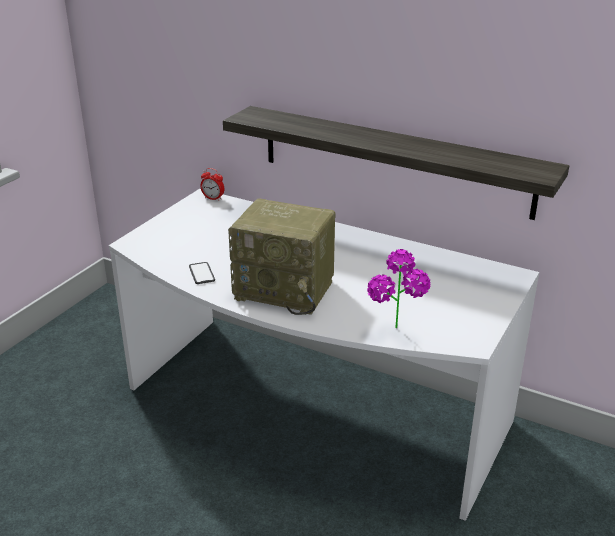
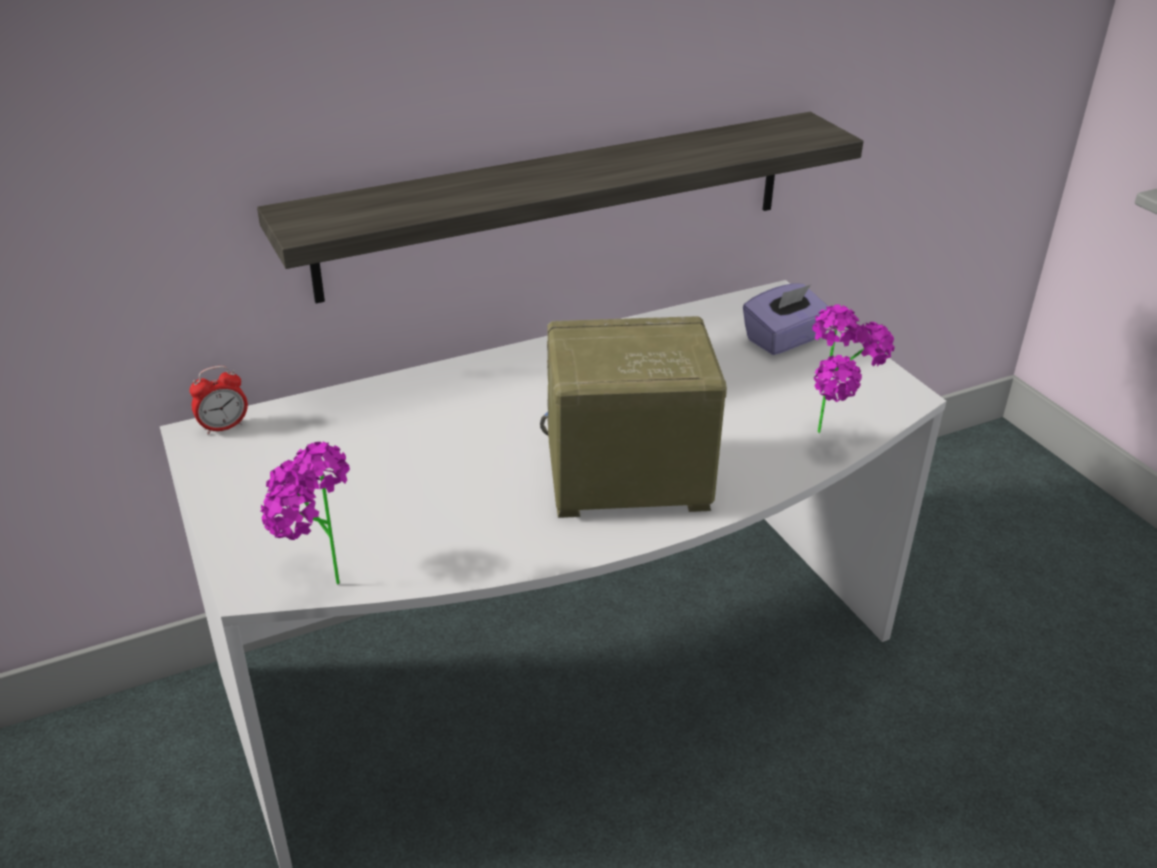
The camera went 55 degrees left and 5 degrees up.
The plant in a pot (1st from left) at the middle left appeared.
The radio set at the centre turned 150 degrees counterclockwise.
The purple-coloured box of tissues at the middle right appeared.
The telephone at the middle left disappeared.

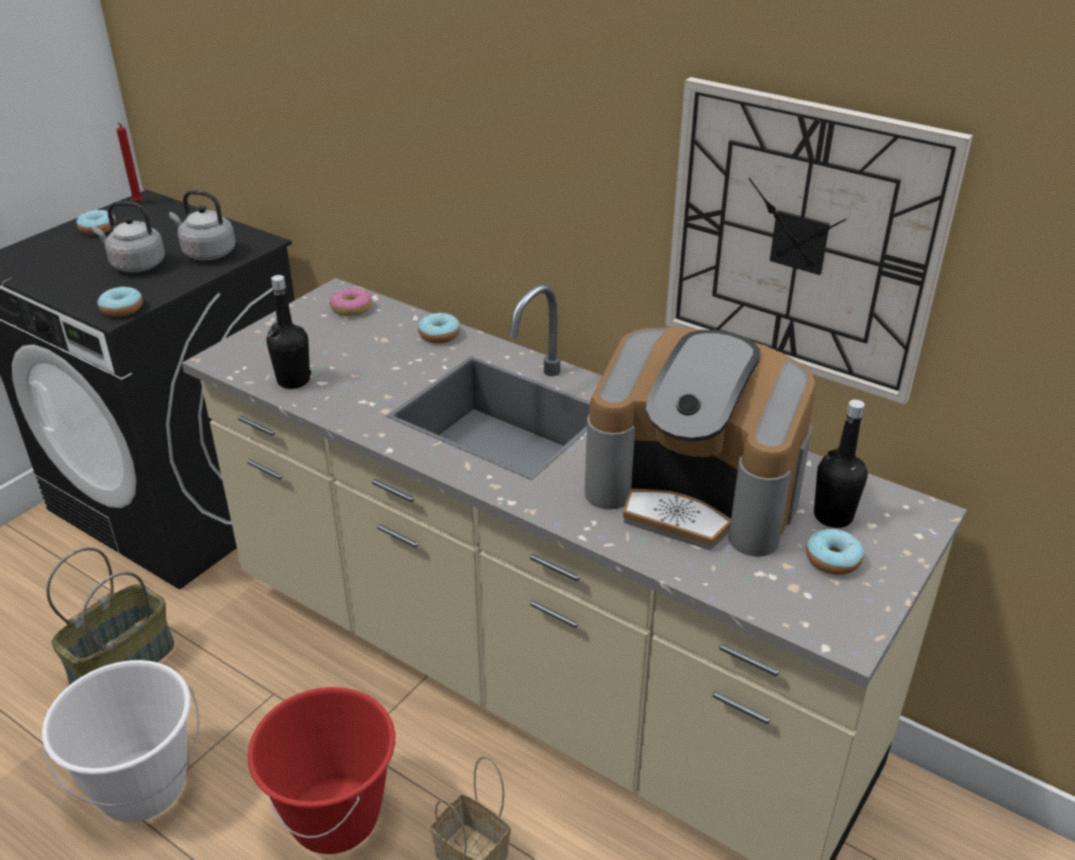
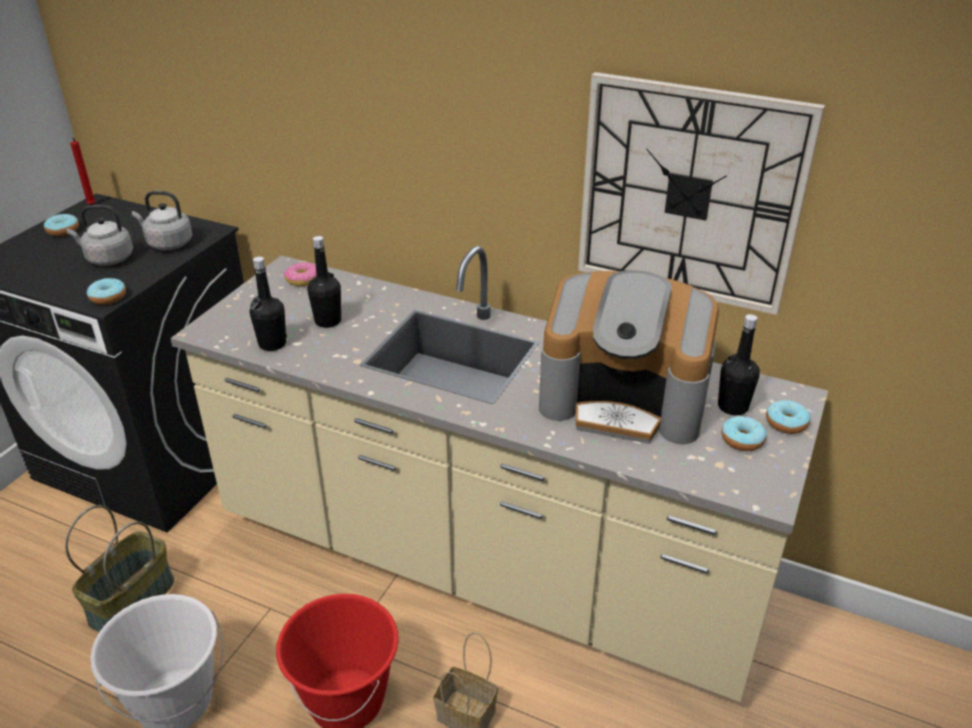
The camera went 10 degrees left and 0 degrees up.
The blackish drink bottle (2nd from left) at the centre appeared.
The doughnut (4th from left in the first image) moved from the centre to the middle right.

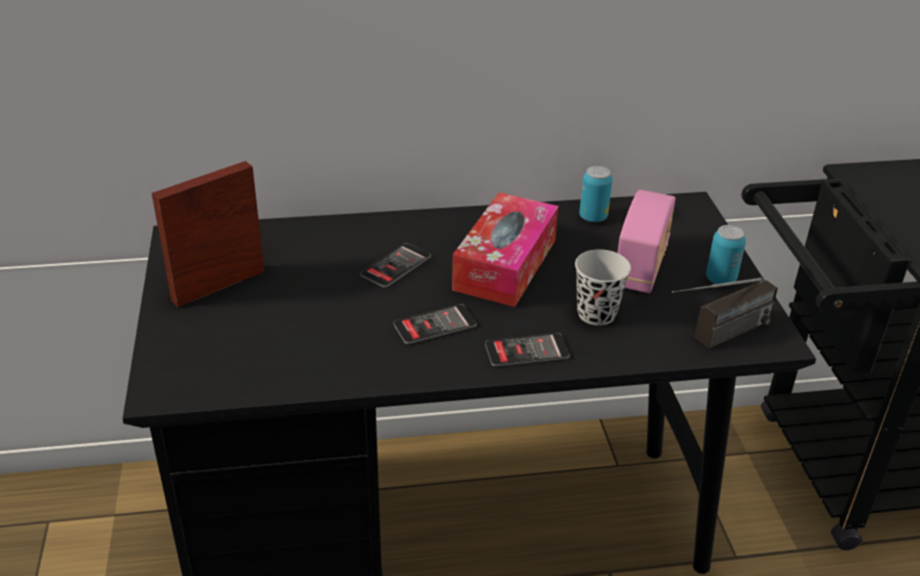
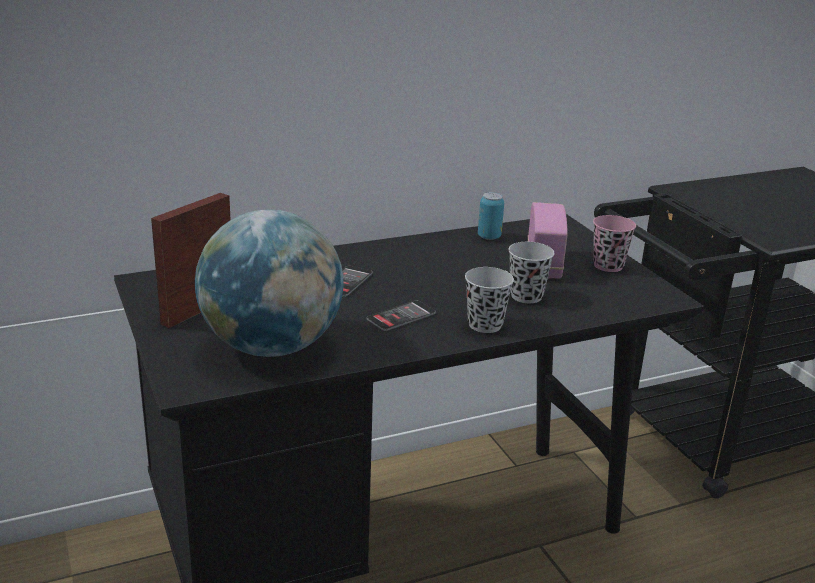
The camera went 15 degrees left and 10 degrees down.
The world globe at the middle left appeared.
The telephone (3rd from left) at the centre was replaced by the blackish small cup (1st from left) at the centre.
The metal can (2nd from left) at the middle right was replaced by the pinkish small cup at the middle right.
The box of tissues at the centre disappeared.
The radio set (2nd from left) at the middle right disappeared.

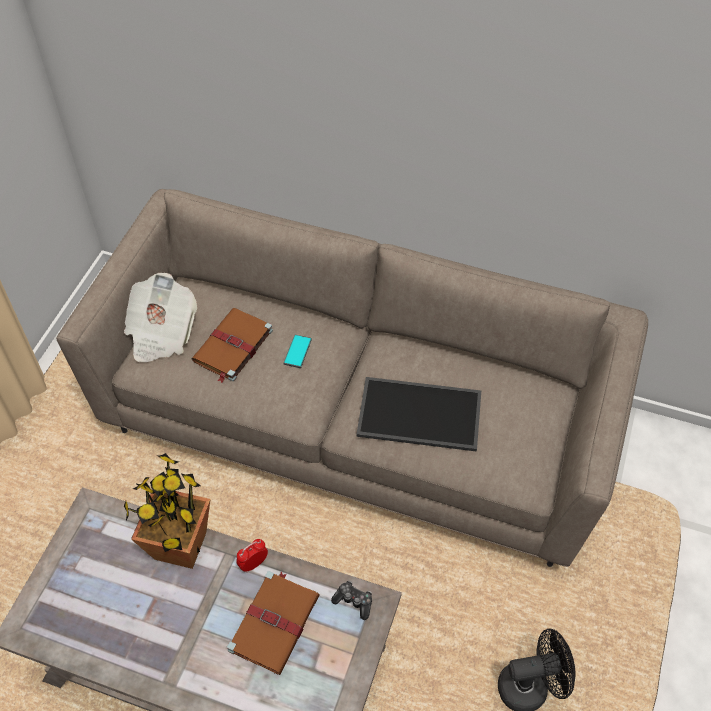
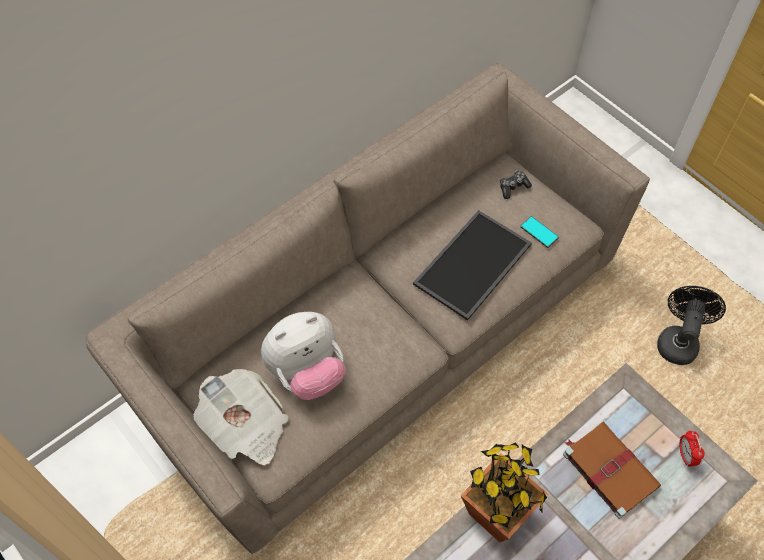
The camera went 60 degrees left and 5 degrees up.
The brown-coloured book (1st from left) at the middle left was replaced by the plush toy at the centre.
The game controller moved from the bottom centre to the top right.
The telephone moved from the centre to the middle right.
The table clock moved from the bottom centre to the bottom right.

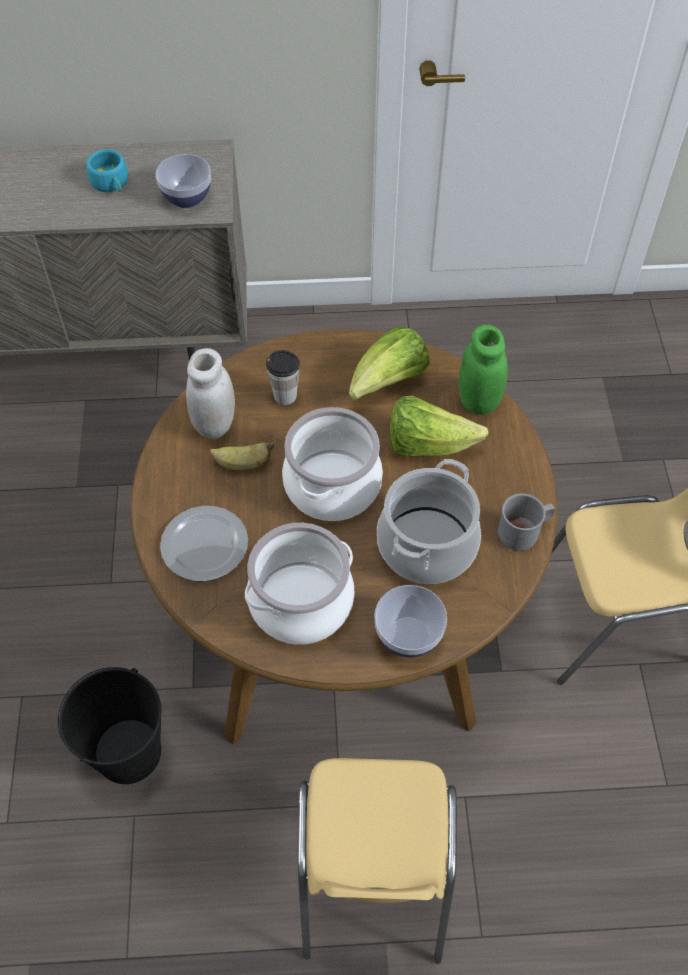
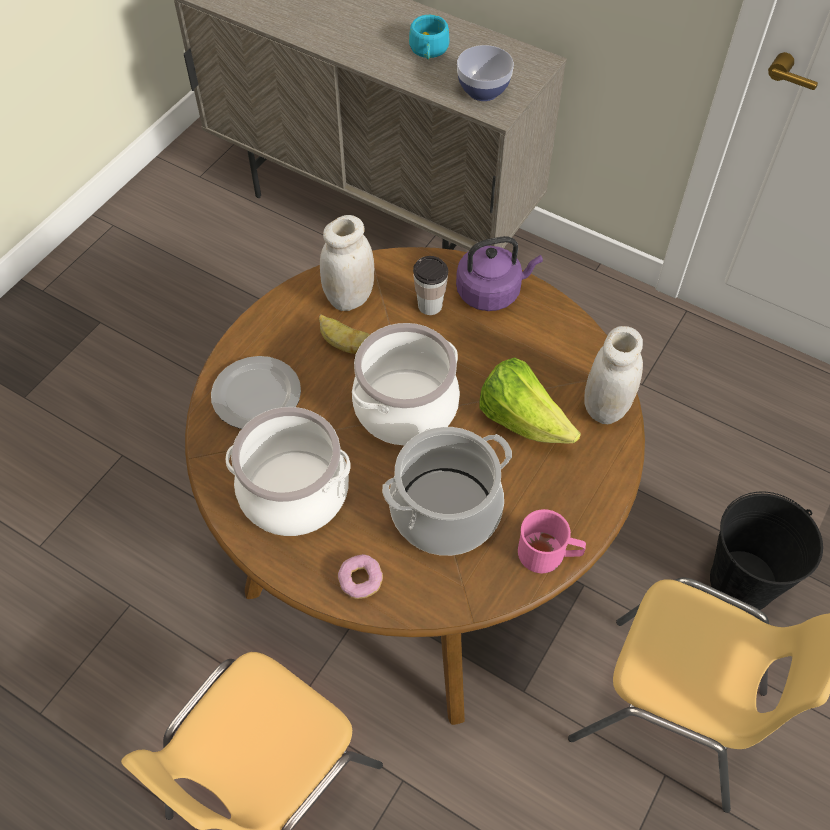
The camera went 35 degrees right and 0 degrees up.
The deep dish (2nd from left) at the centre was replaced by the doughnut at the bottom centre.
The purple-coloured water kettle at the top centre appeared.
The grey coffee mug at the middle right became the pinkish coffee mug at the centre.
The greenish storage jar at the middle right became the white storage jar (2nd from left) at the middle right.
The blackish water bucket moved from the bottom left to the middle right.
The lettuce (1st from left) at the centre disappeared.

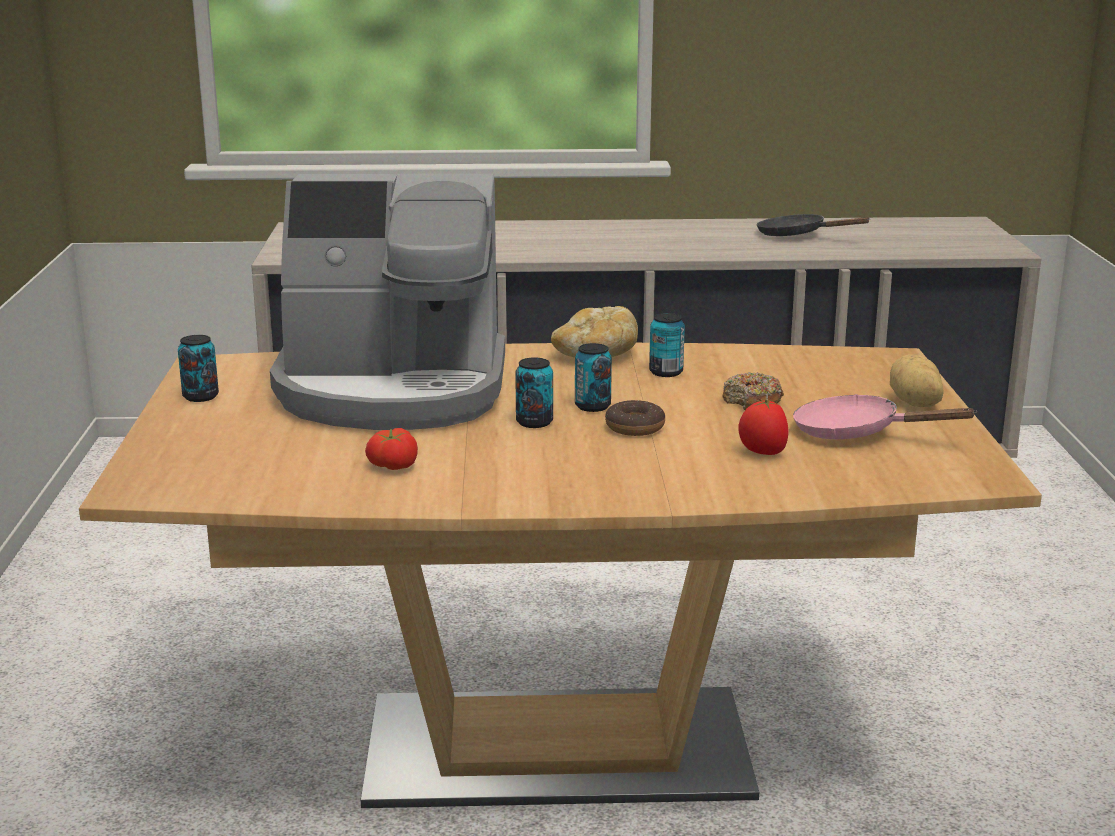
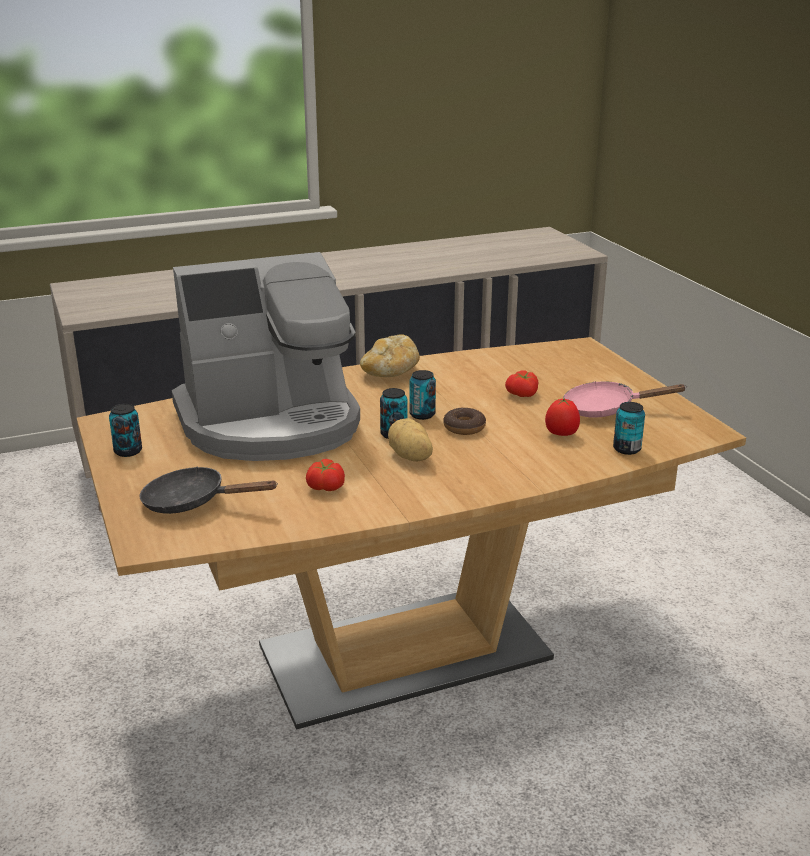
The camera went 20 degrees left and 5 degrees up.
The blackish skillet moved from the top right to the middle left.
The whole potato moved from the middle right to the centre.
The doughnut (2nd from left) at the middle right was replaced by the fresh tomato (2nd from left) at the centre.
The metal can (4th from left) moved from the centre to the middle right.

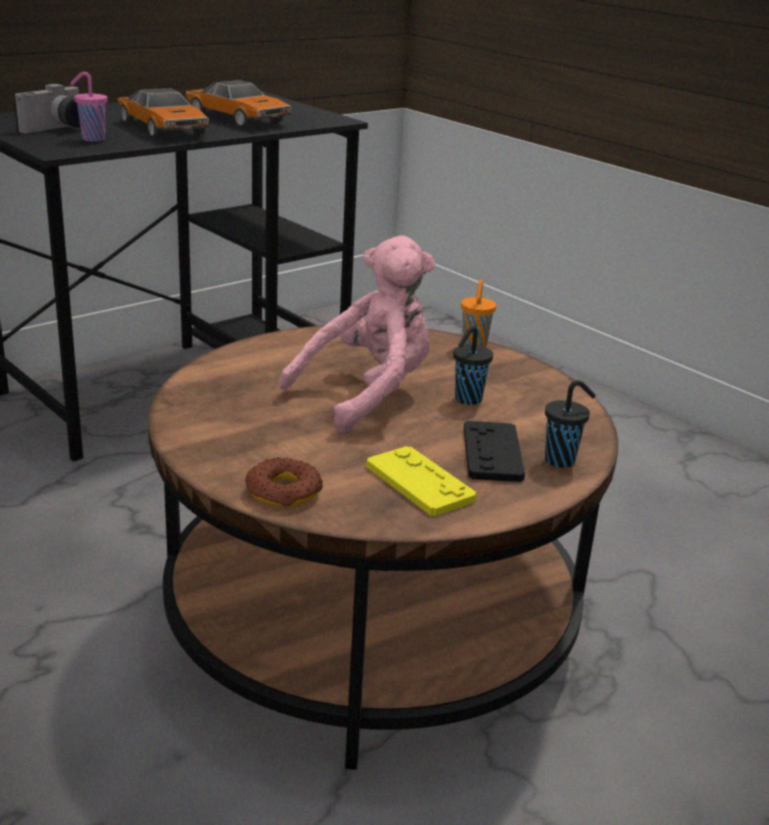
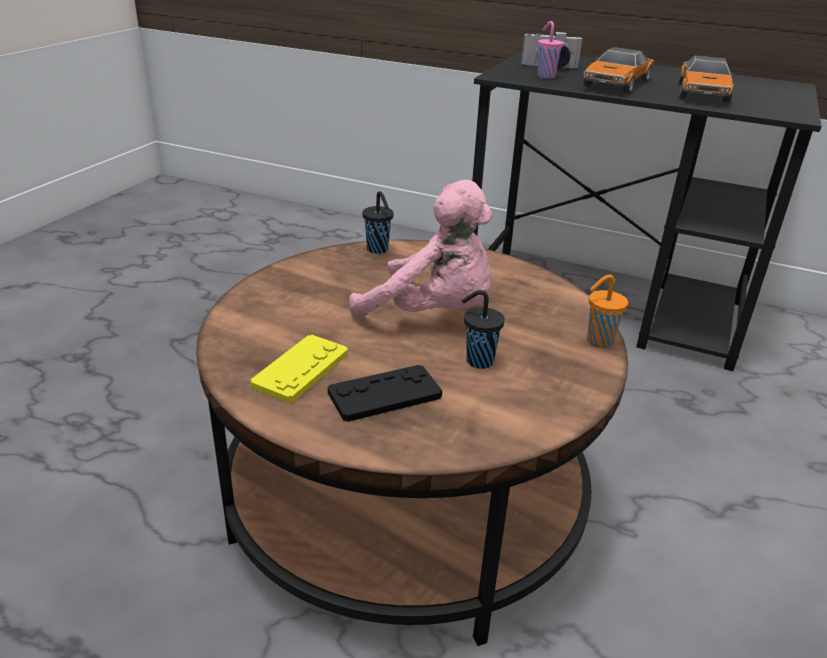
The camera went 65 degrees right and 5 degrees up.
The blackish small cup (2nd from left in the first image) moved from the middle right to the centre.
The doughnut at the centre disappeared.

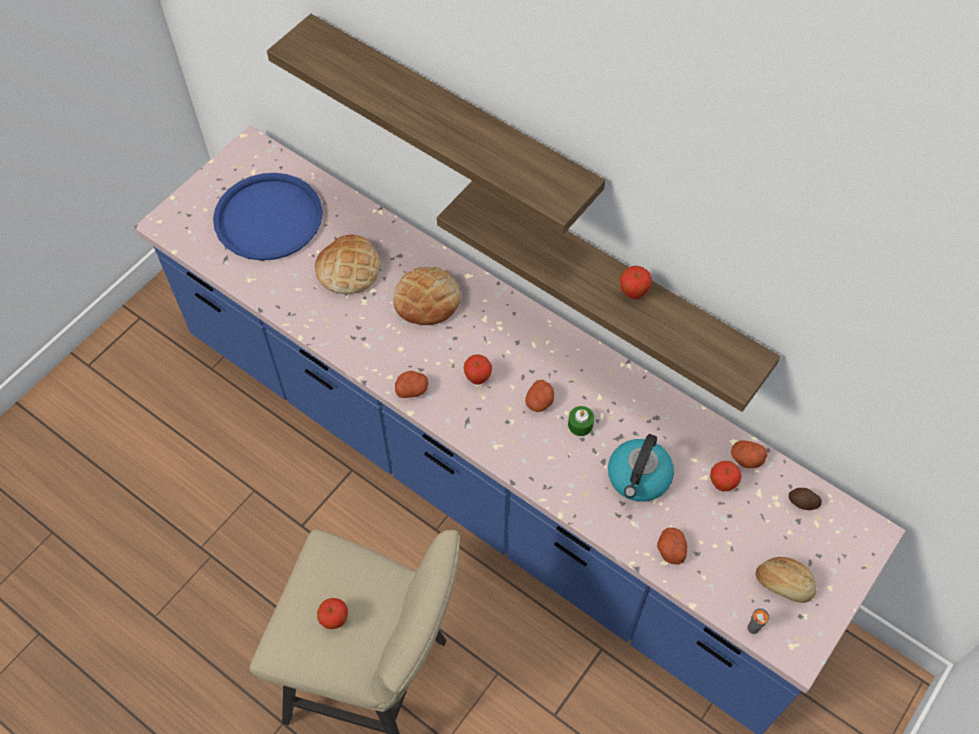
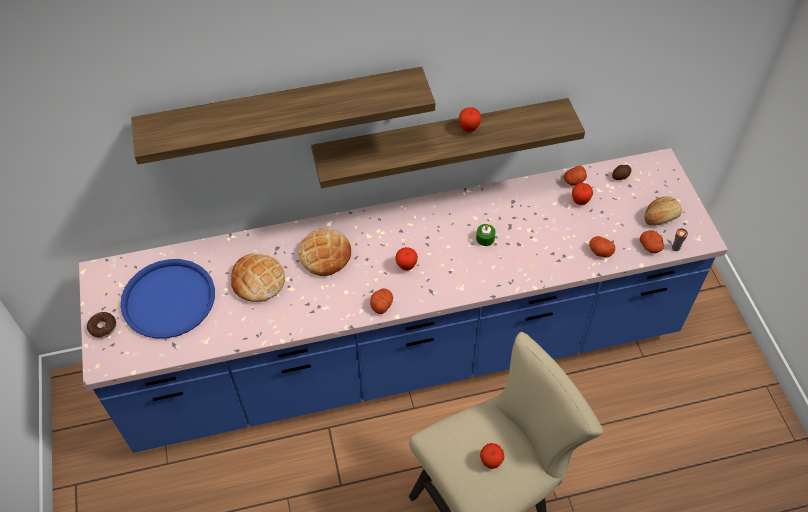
The camera went 50 degrees left and 5 degrees down.
The doughnut at the middle left appeared.
The whole potato (2nd from left in the first image) moved from the centre to the middle right.
The water kettle at the centre disappeared.

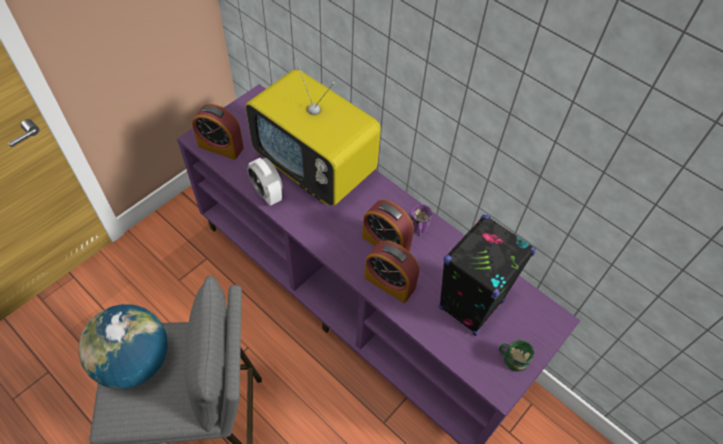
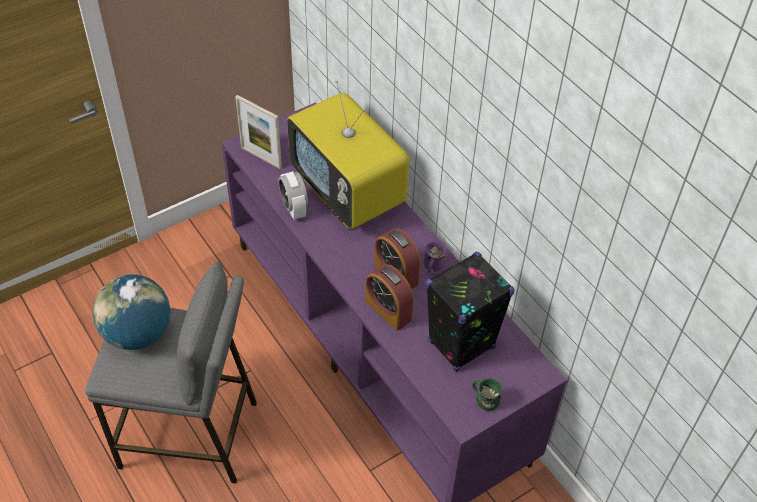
The camera went 15 degrees right and 5 degrees down.
The table clock (1st from left) at the top left was replaced by the picture frame at the top centre.

